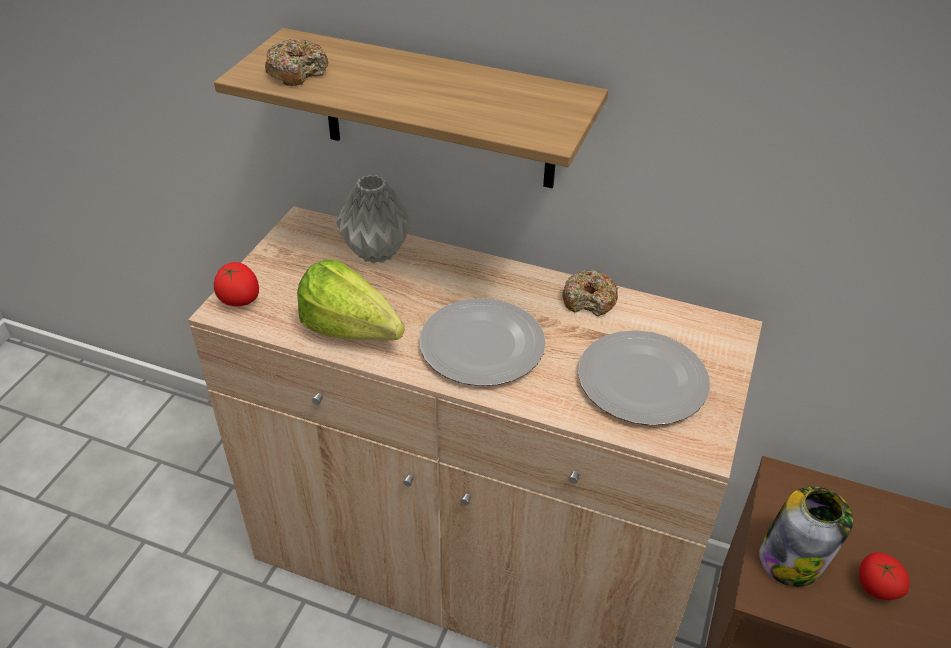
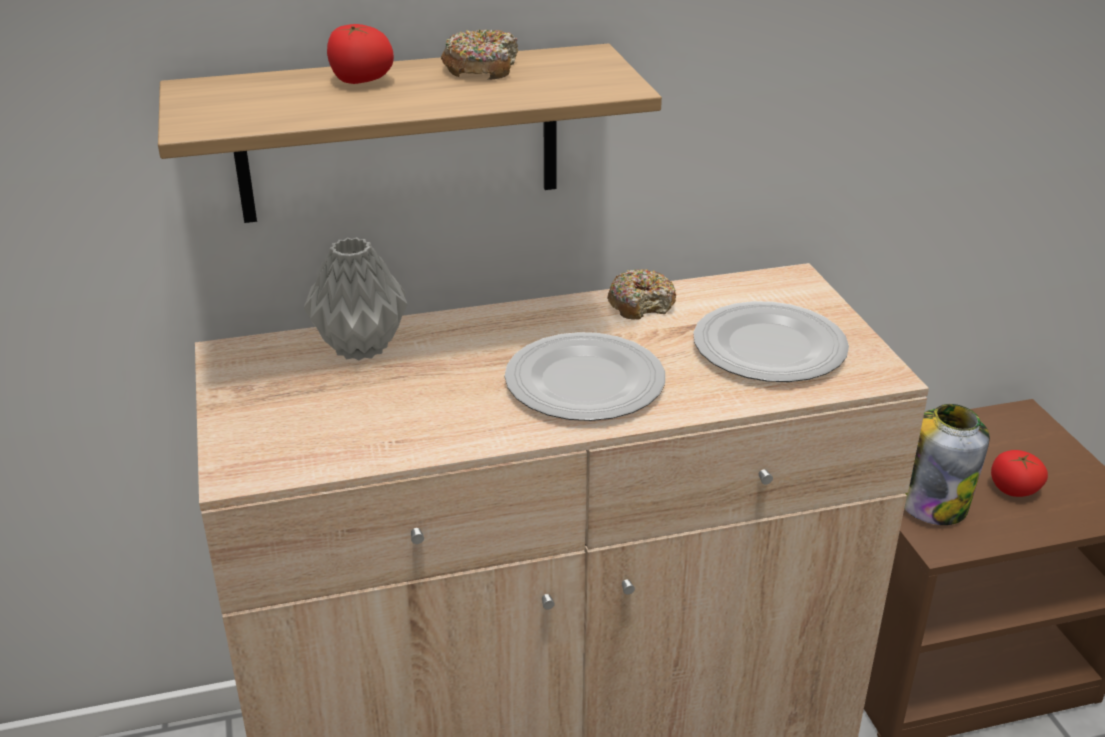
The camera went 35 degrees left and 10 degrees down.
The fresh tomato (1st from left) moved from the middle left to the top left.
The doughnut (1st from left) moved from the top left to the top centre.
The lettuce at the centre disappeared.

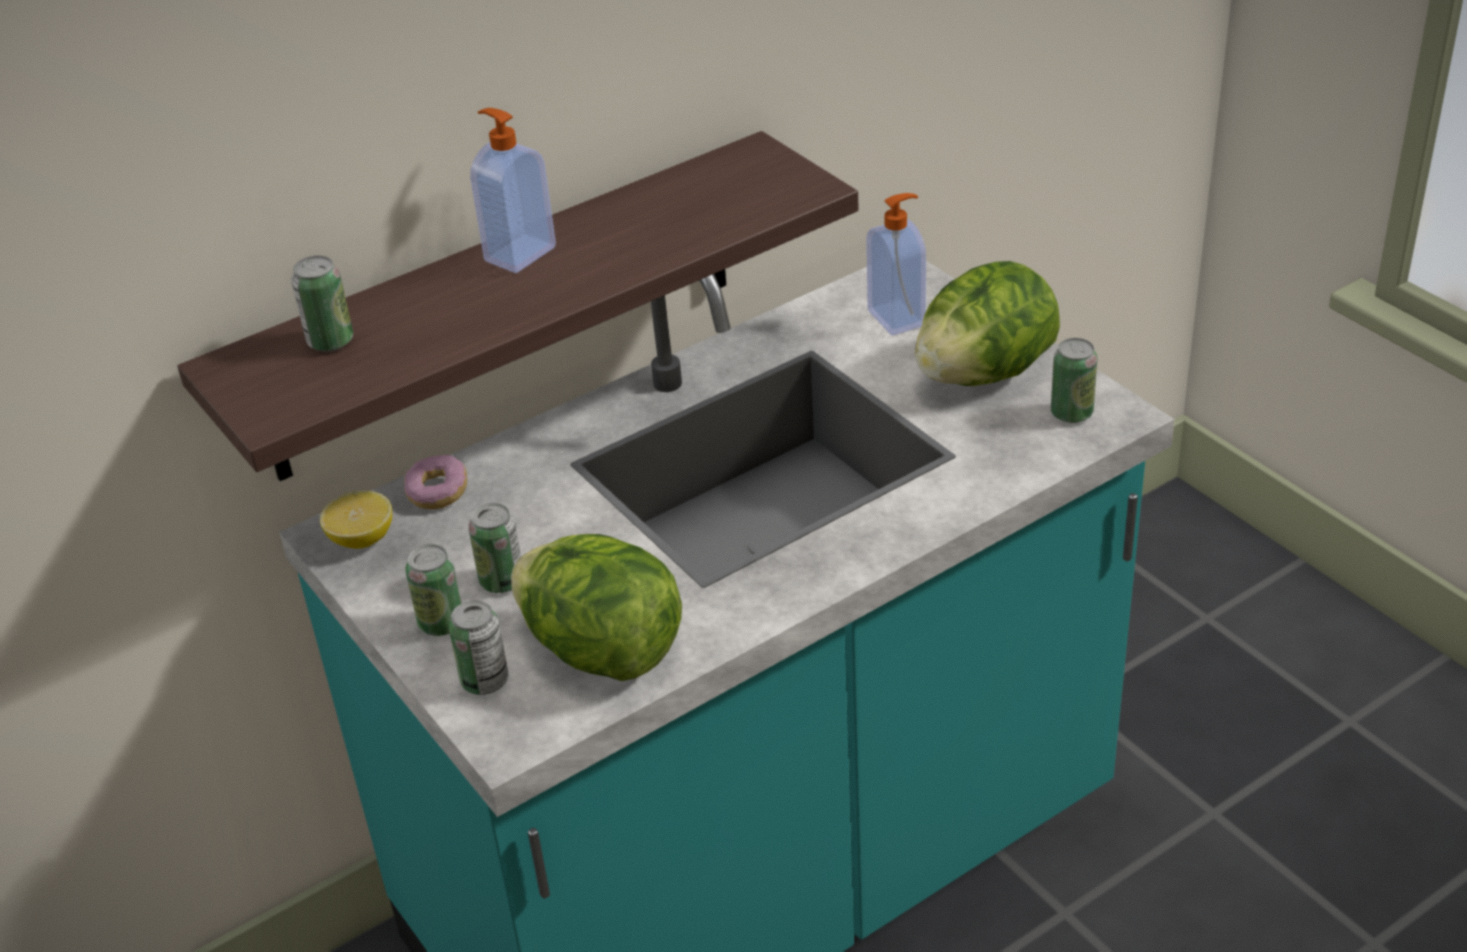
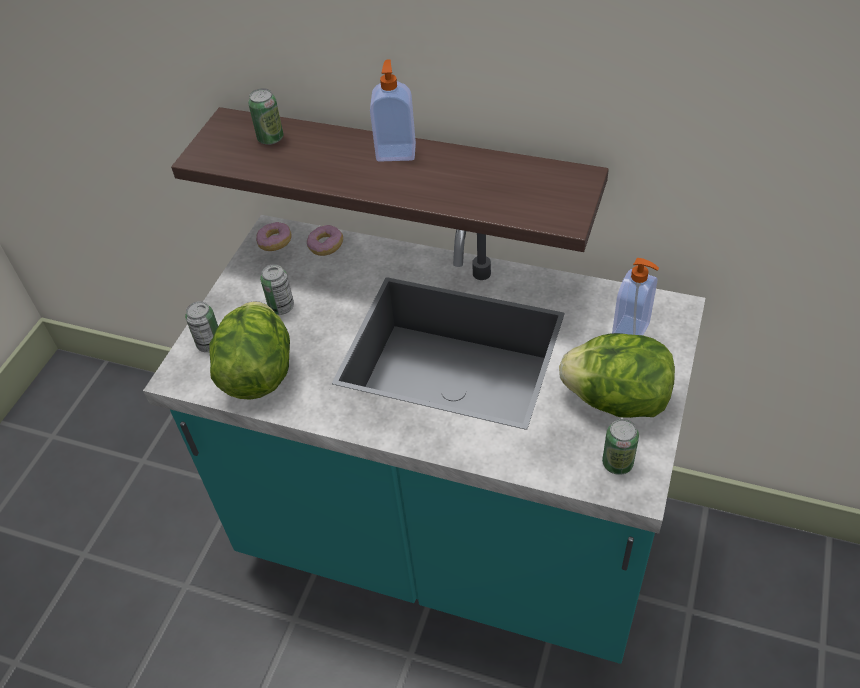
The camera went 55 degrees right and 10 degrees up.
The whole lemon at the middle left was replaced by the doughnut (1st from left) at the middle left.
The metal can (2nd from left) at the middle left disappeared.

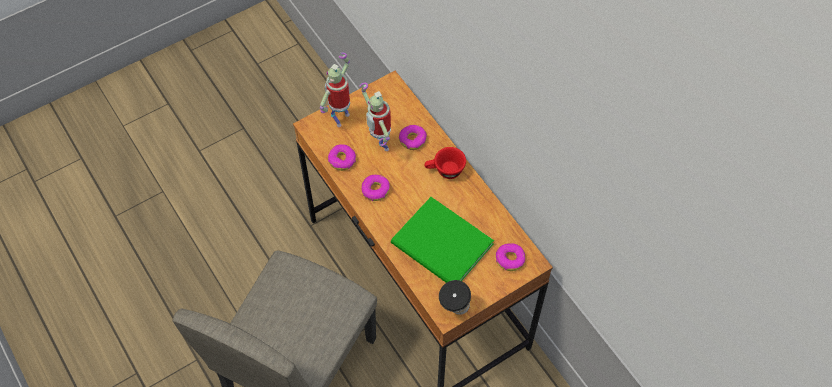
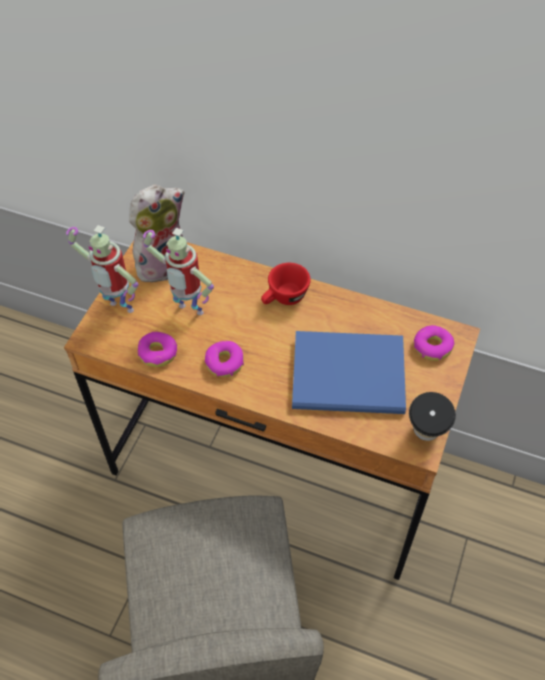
The camera went 35 degrees left and 5 degrees down.
The model robot (1st from left) at the top centre turned 60 degrees counterclockwise.
The plush toy at the middle left appeared.
The greenish book at the centre became the bluish book at the centre.
The doughnut (3rd from left) at the centre disappeared.

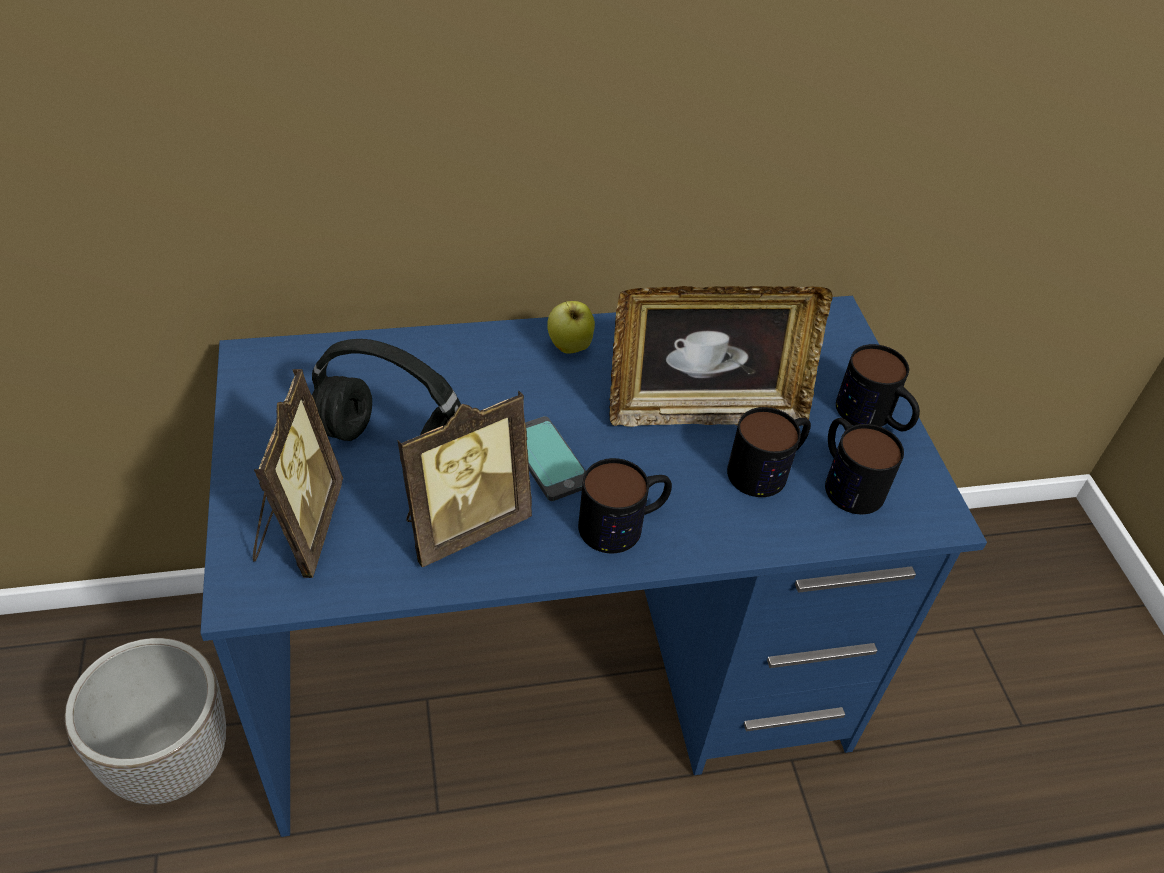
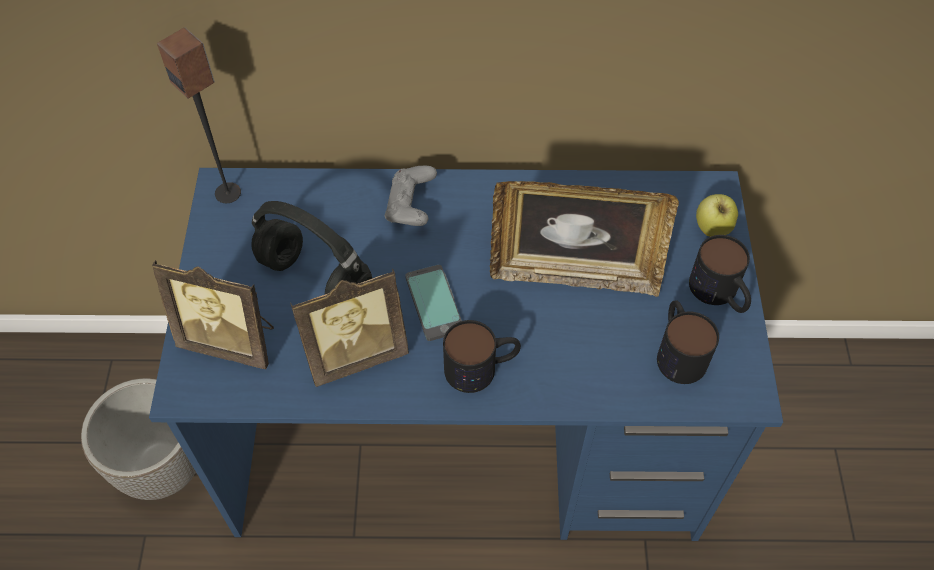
The camera went 15 degrees right and 10 degrees up.
The picture frame (1st from left) at the middle left turned 90 degrees clockwise.
The speaker at the top left appeared.
The grey game controller at the centre appeared.
The whole apple moved from the centre to the middle right.
The coffee mug (2nd from left) at the centre disappeared.

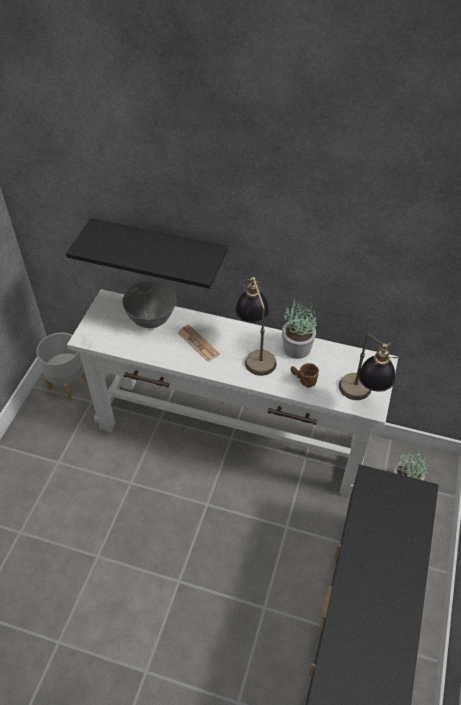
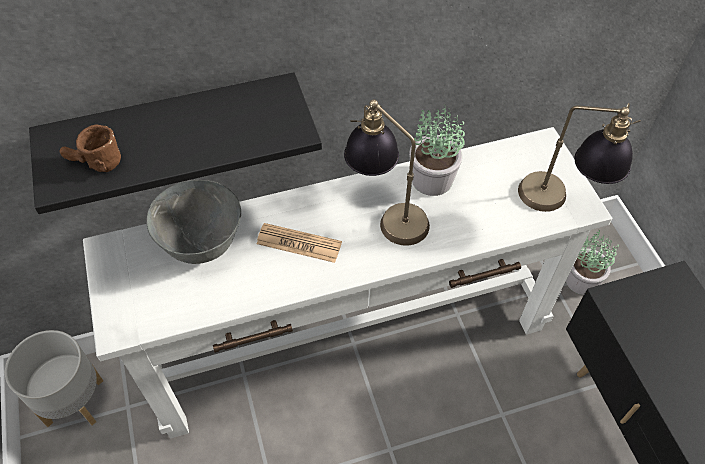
The camera went 35 degrees left and 5 degrees up.
The brown-coloured coffee mug moved from the centre to the top left.

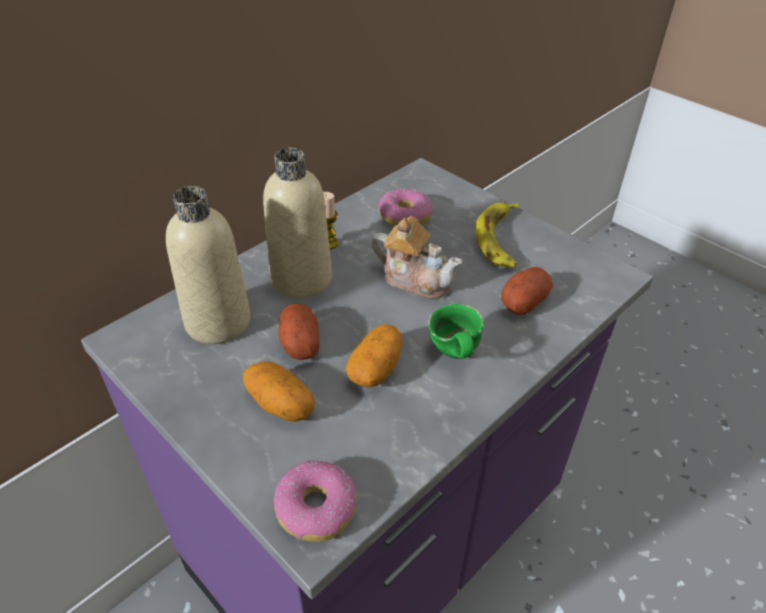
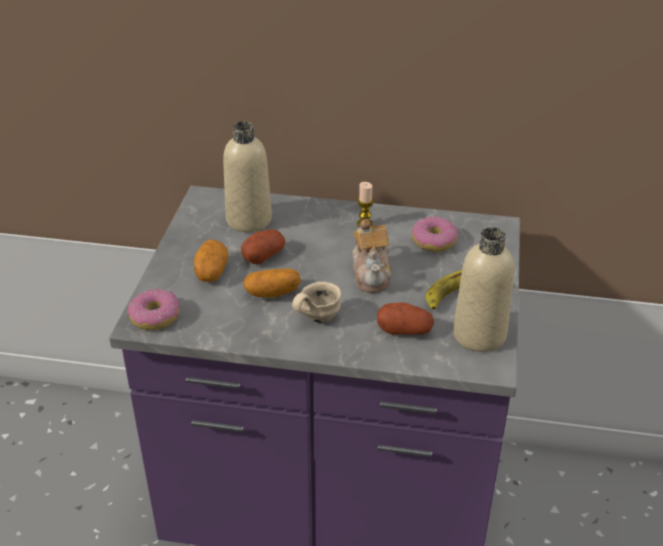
The camera went 55 degrees right and 5 degrees down.
The greenish coffee mug at the centre became the beige-coloured coffee mug at the centre.
The beige-coloured drink bottle (2nd from left) moved from the centre to the middle right.

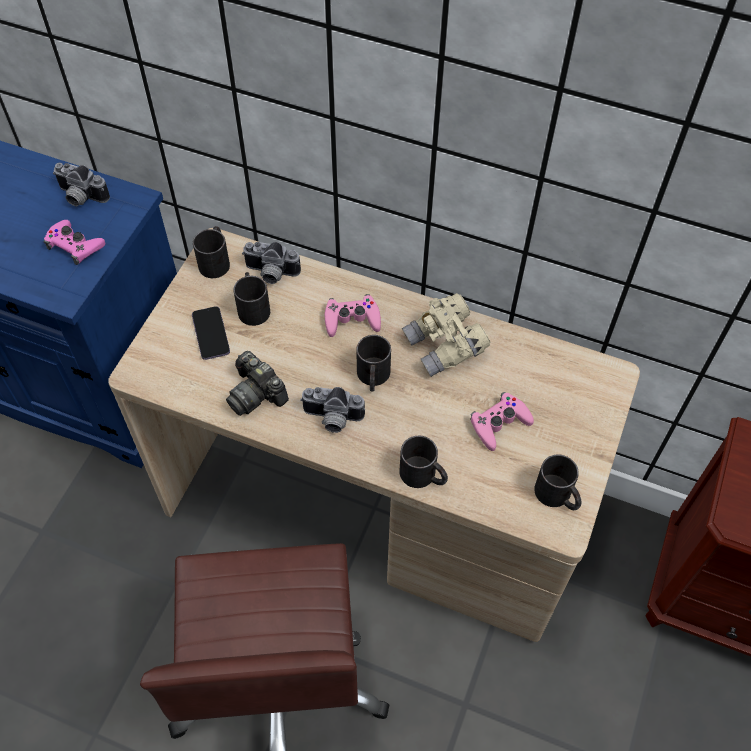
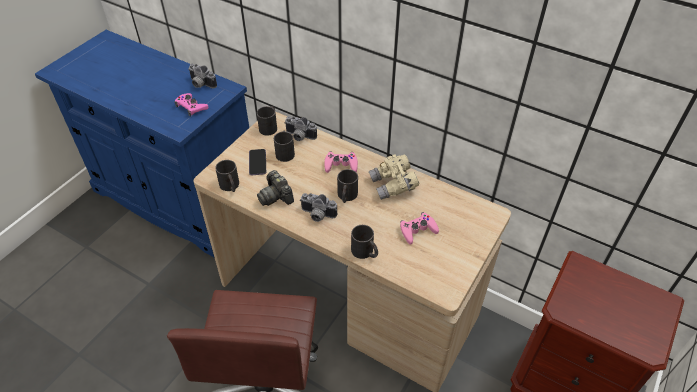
The camera went 10 degrees right and 10 degrees down.
The blackish coffee mug (5th from left in the first image) moved from the middle right to the middle left.

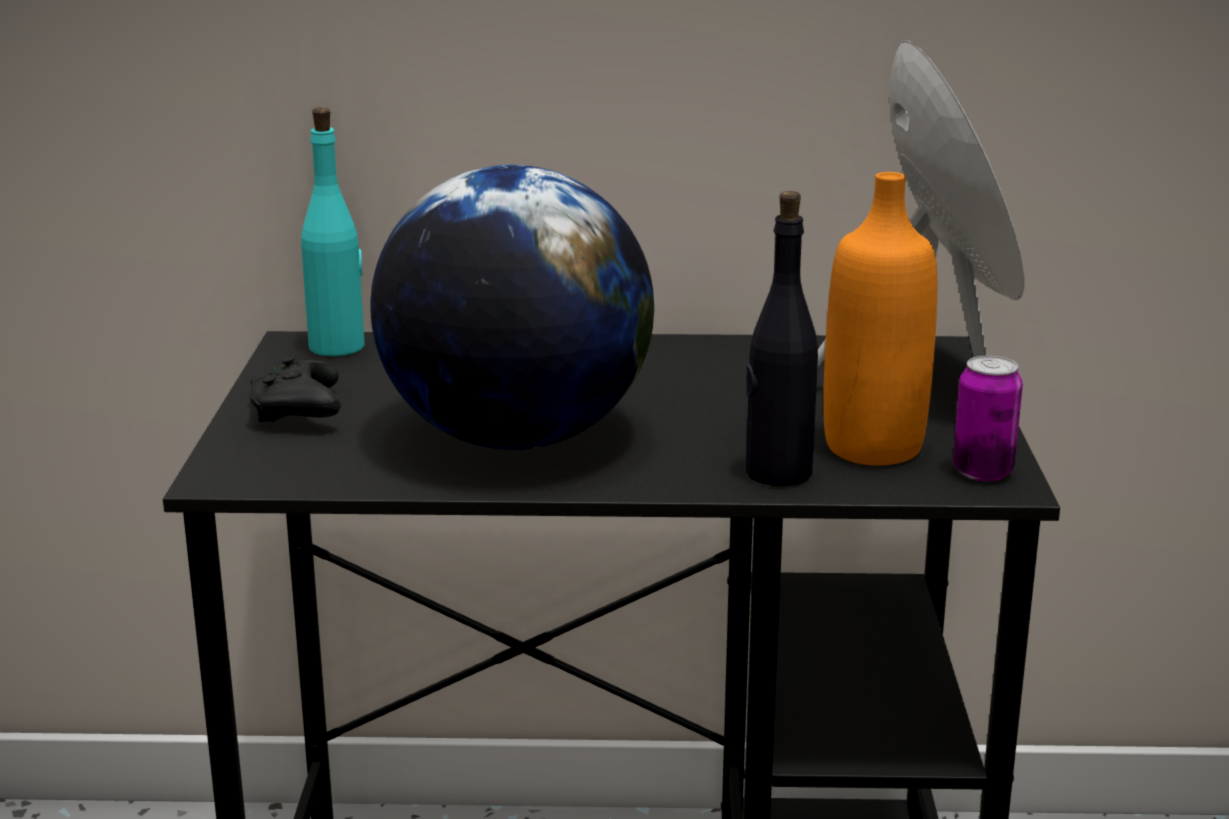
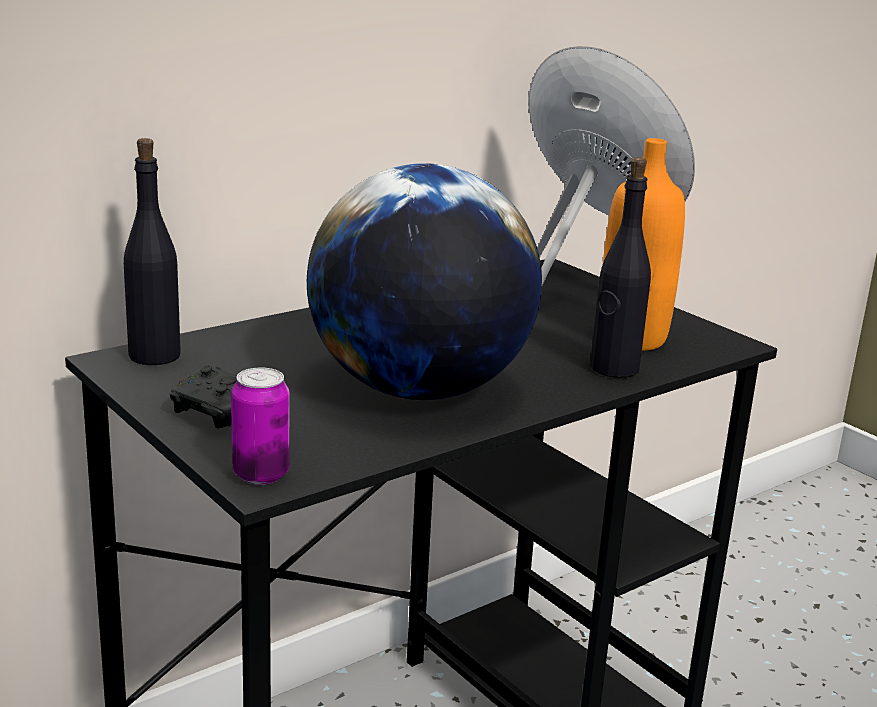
The camera went 40 degrees left and 0 degrees up.
The turquoise-coloured drink bottle at the top left became the blackish drink bottle (1st from left) at the middle left.
The metal can moved from the middle right to the middle left.

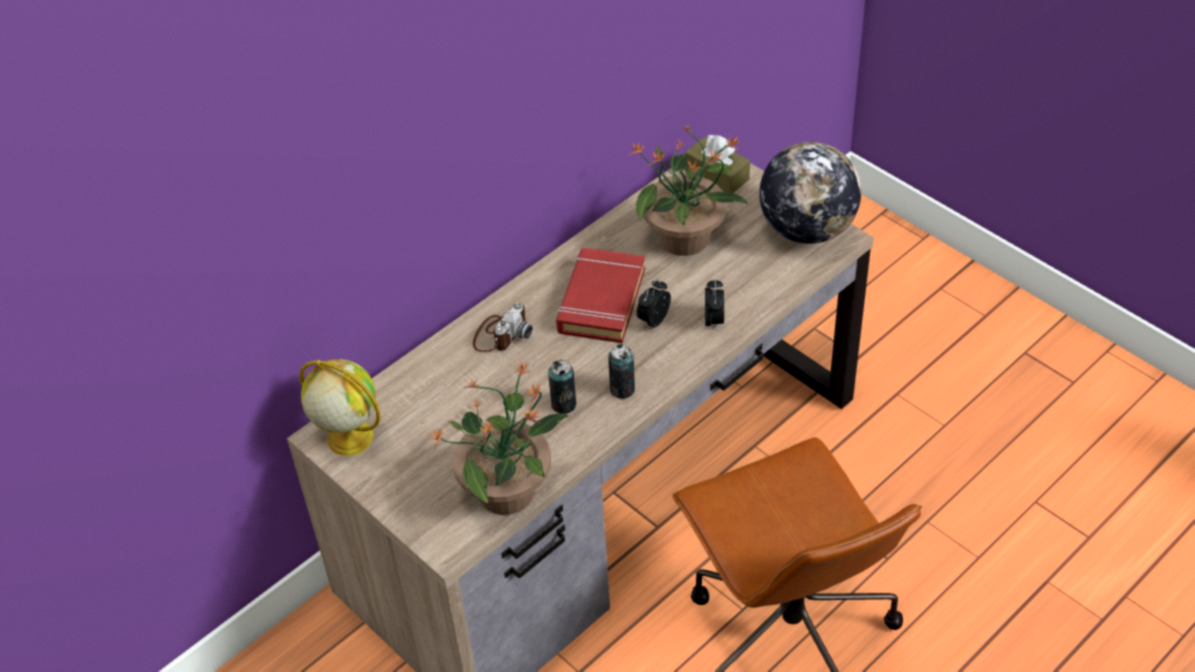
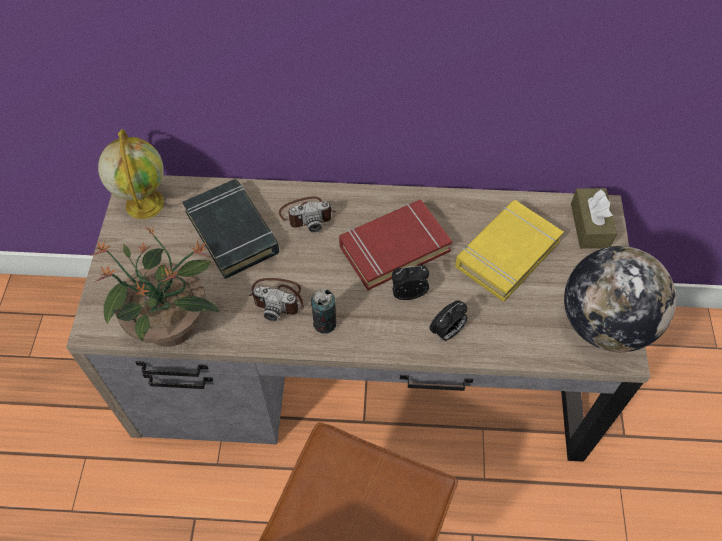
The camera went 45 degrees right and 10 degrees up.
The blackish book at the middle left appeared.
The metal can (1st from left) at the centre was replaced by the still camera (1st from left) at the centre.
The plant in a pot (2nd from left) at the top centre was replaced by the yellow book at the middle right.

